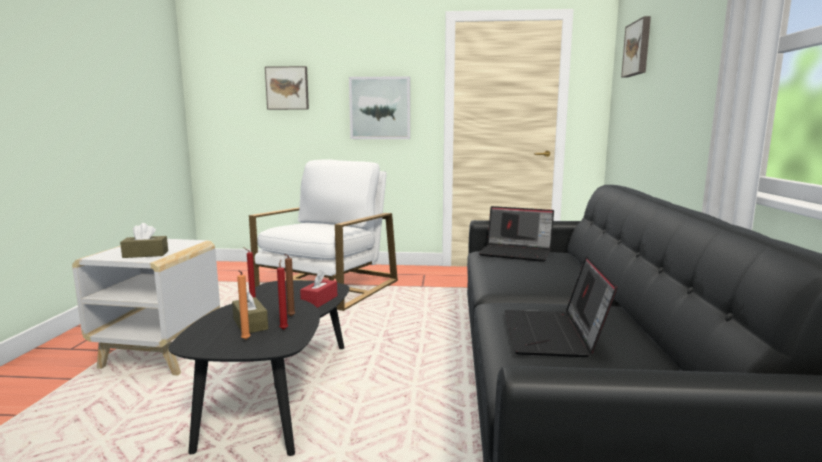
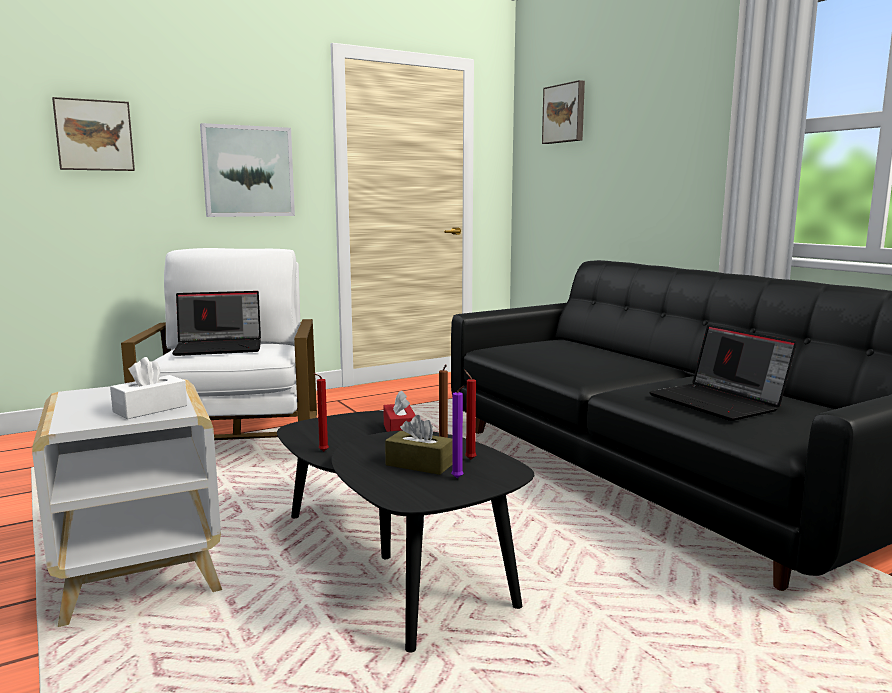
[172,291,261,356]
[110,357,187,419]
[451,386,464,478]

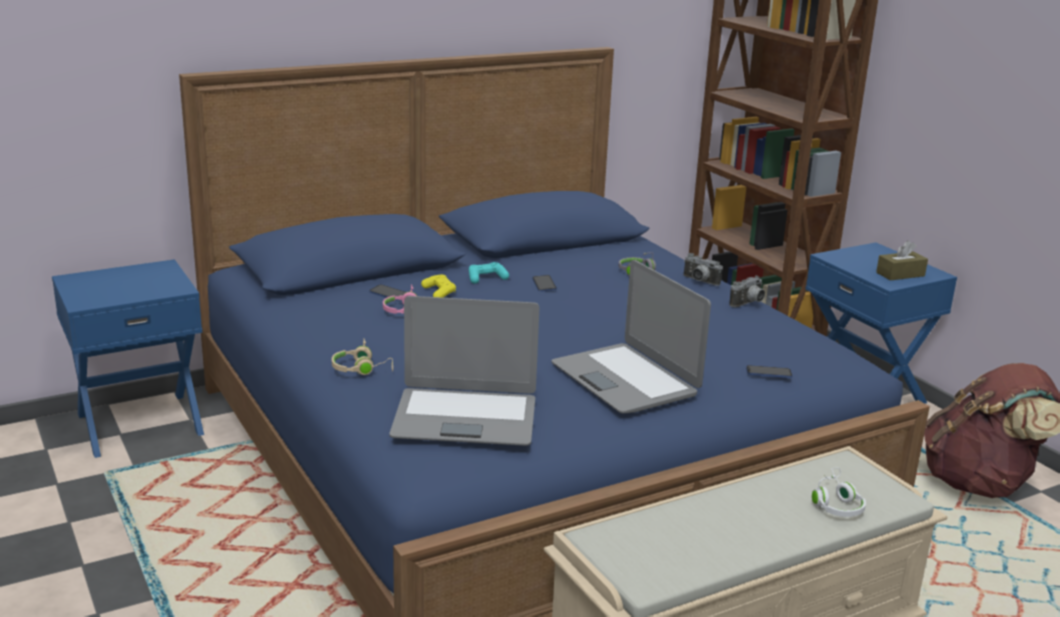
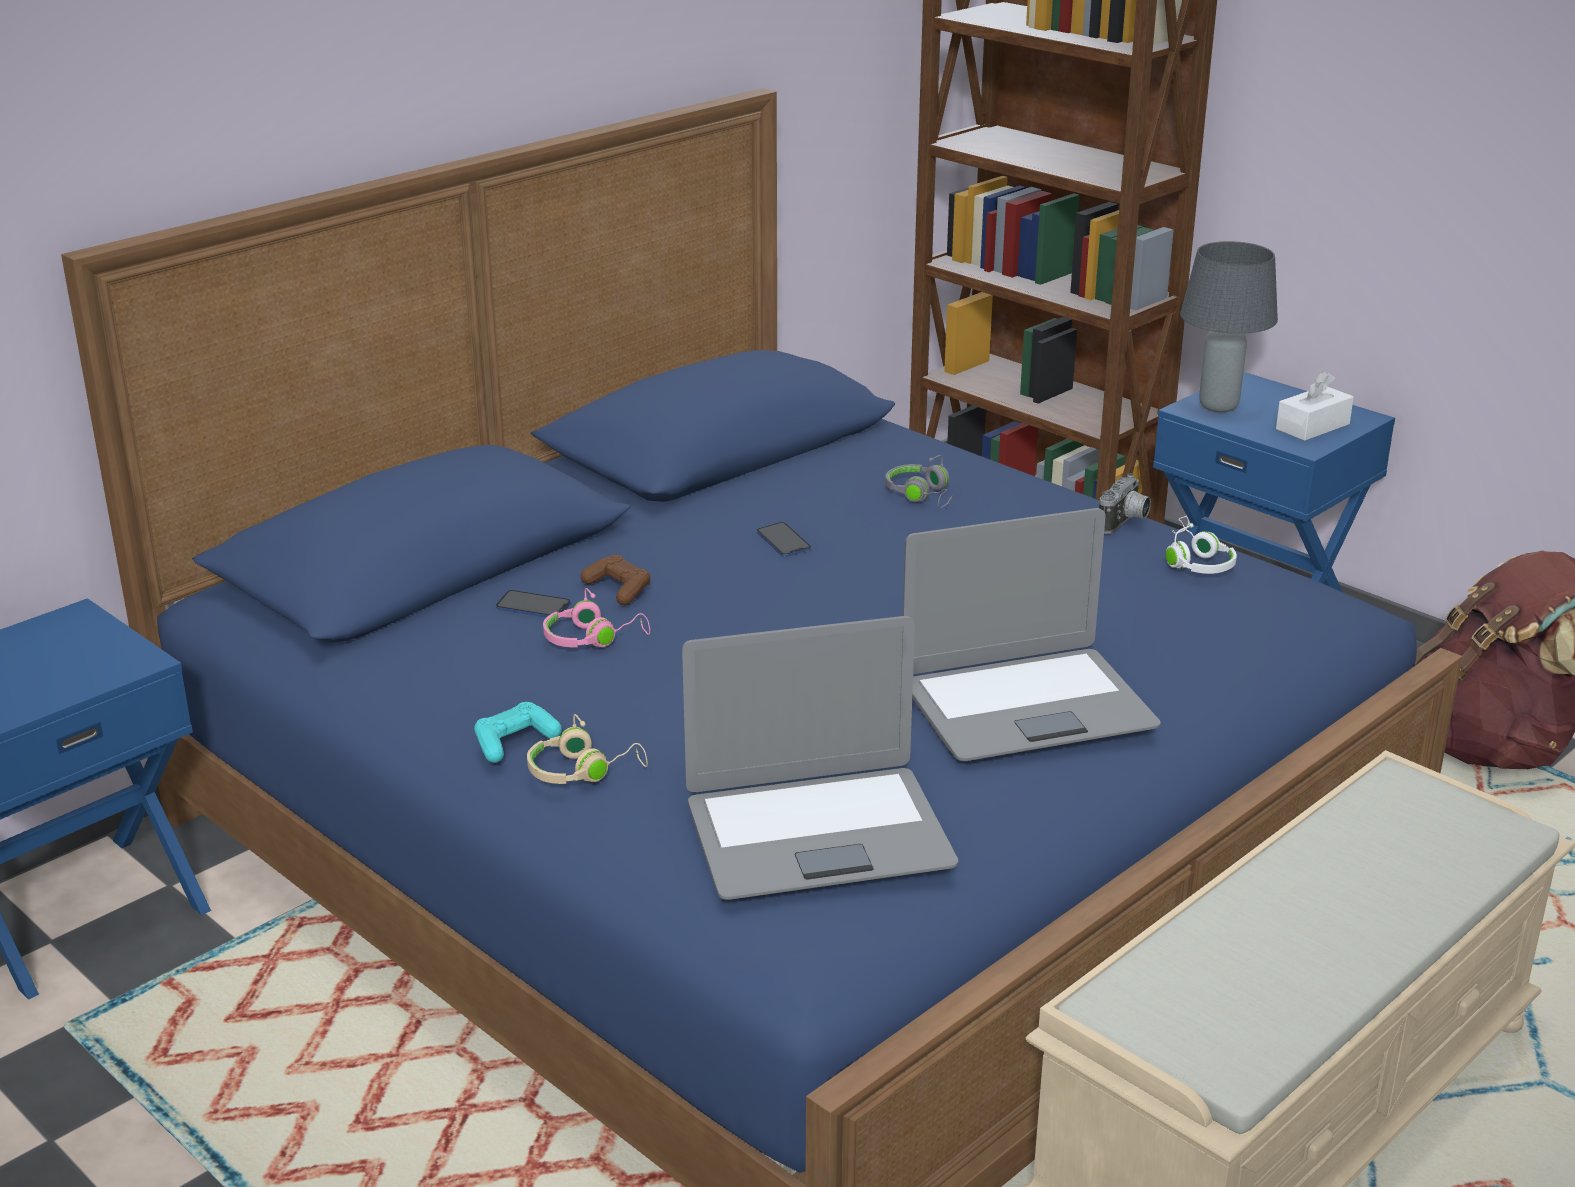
[684,253,723,286] (first image)
[746,365,792,378] (first image)
[1180,241,1278,412]
[474,702,562,763]
[1166,516,1237,574]
[581,555,650,605]
[1276,372,1354,441]
[903,508,1161,761]

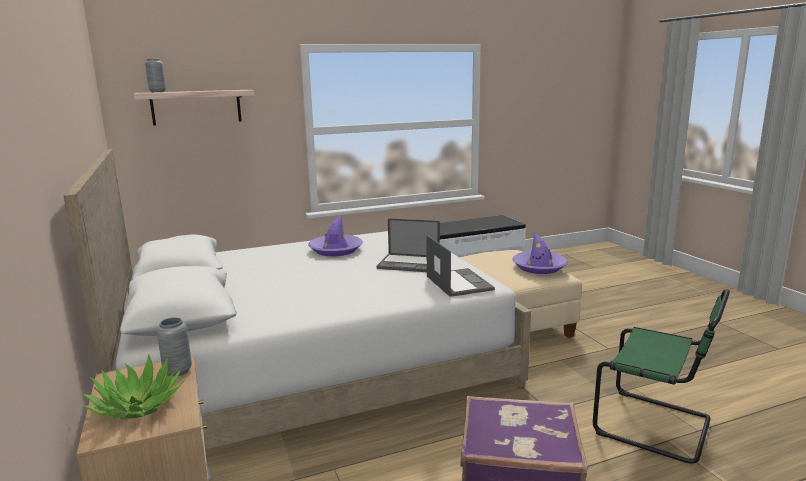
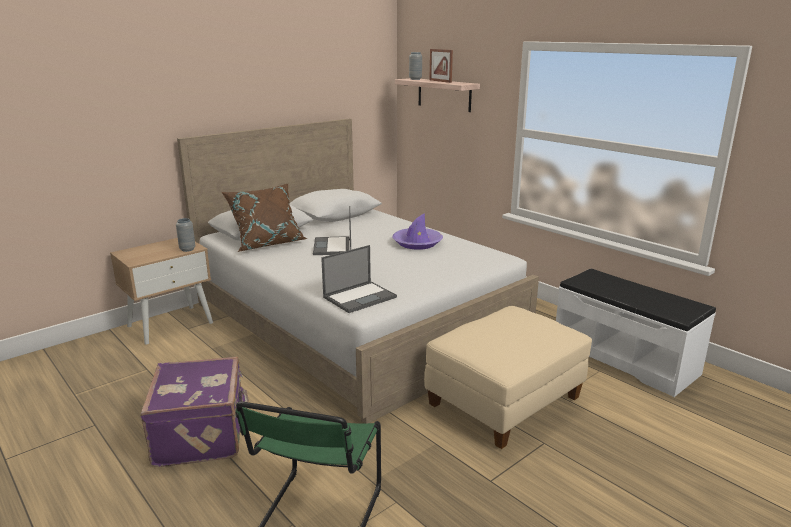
[82,354,185,419] (first image)
[512,232,568,274] (first image)
[222,184,308,252]
[429,49,453,83]
[313,206,351,255]

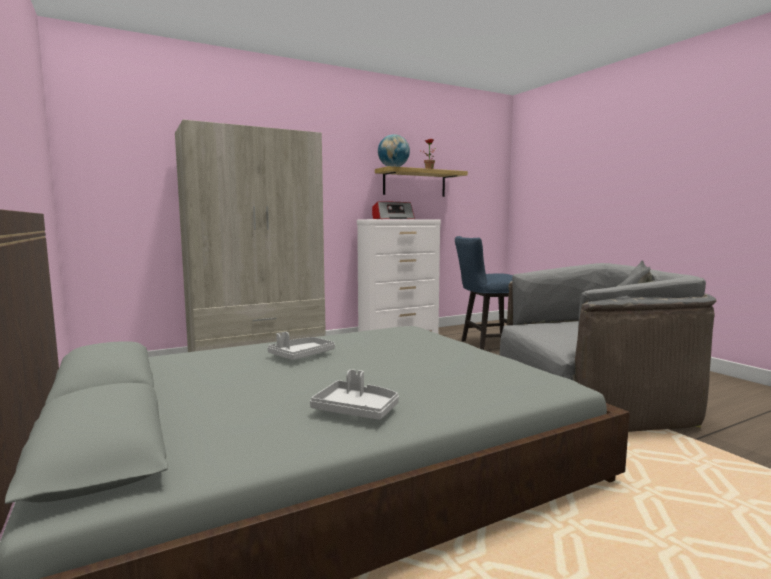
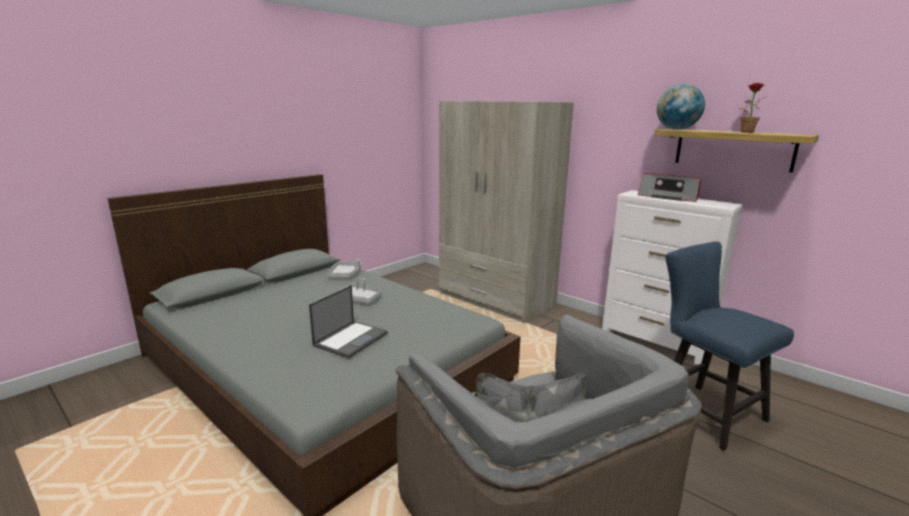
[309,285,388,359]
[327,259,362,278]

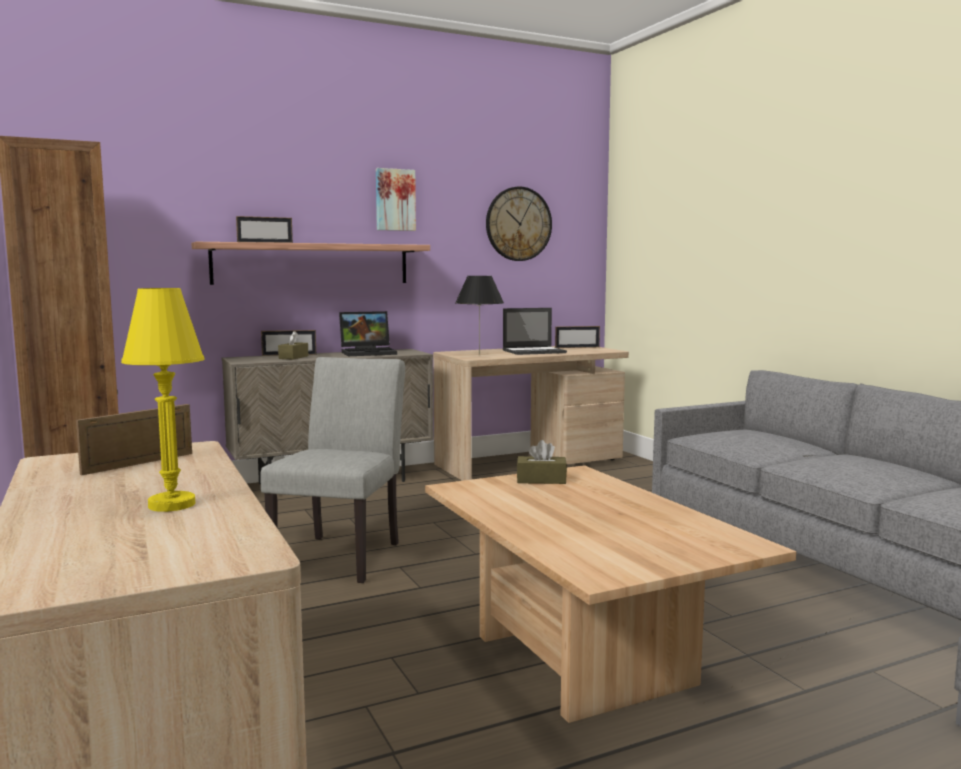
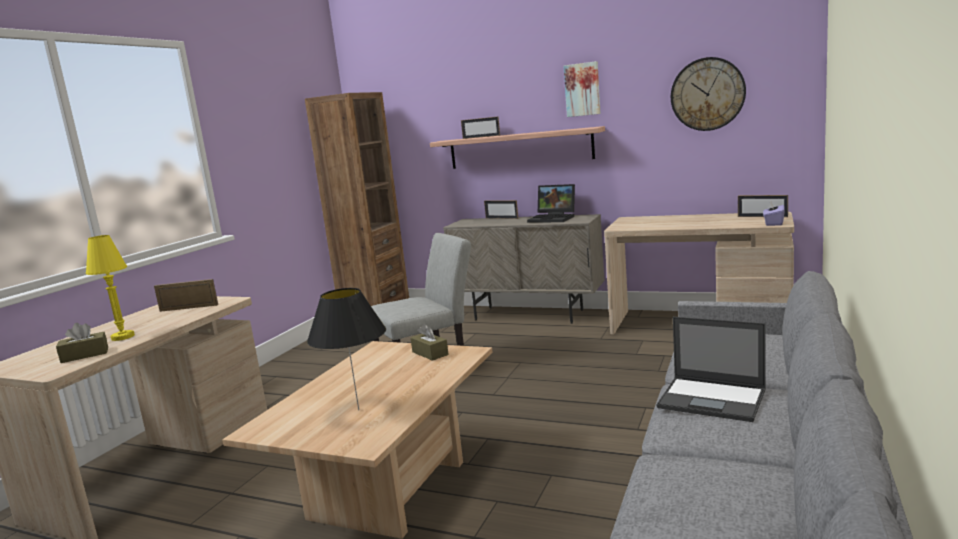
[763,201,785,226]
[56,323,108,363]
[307,288,386,410]
[656,317,766,422]

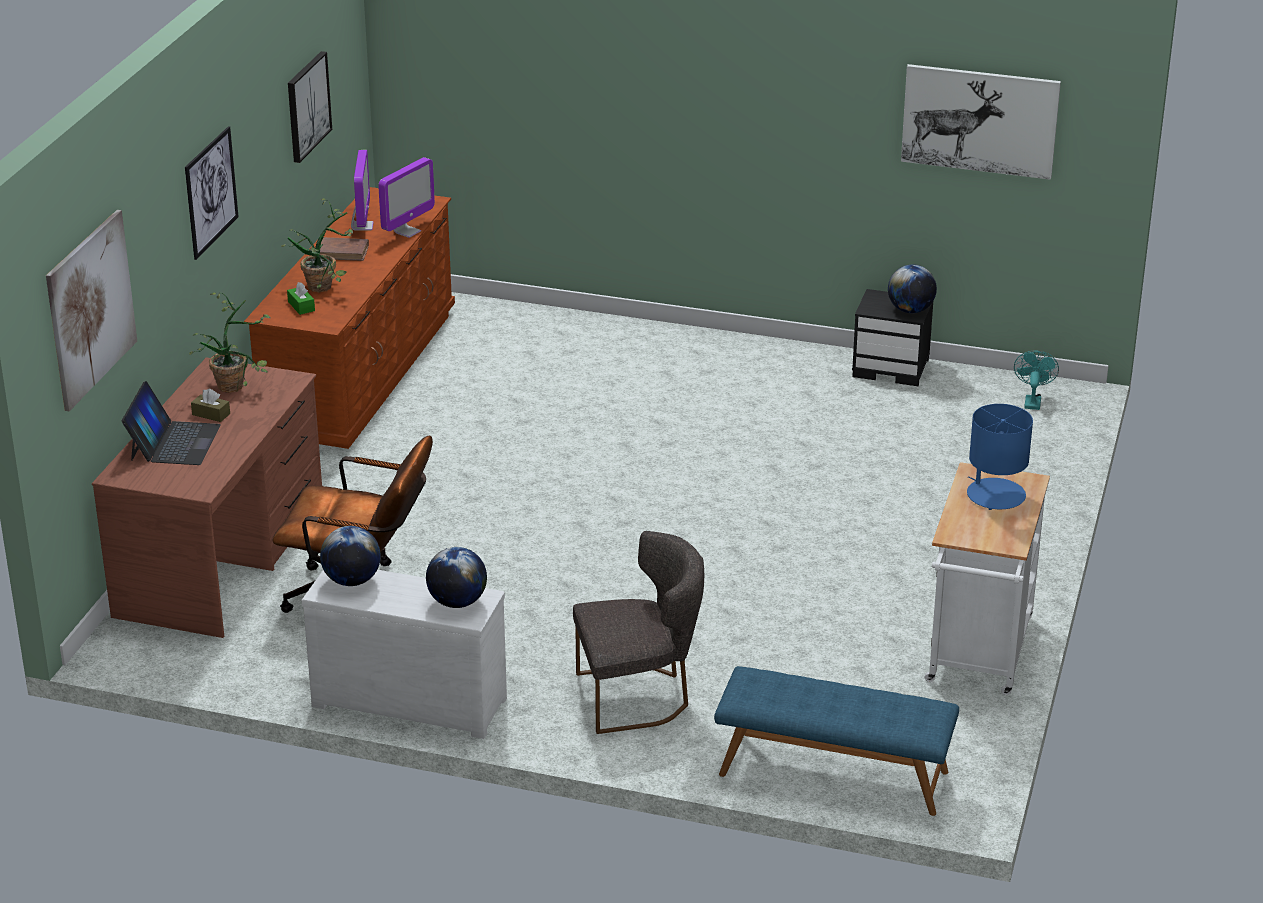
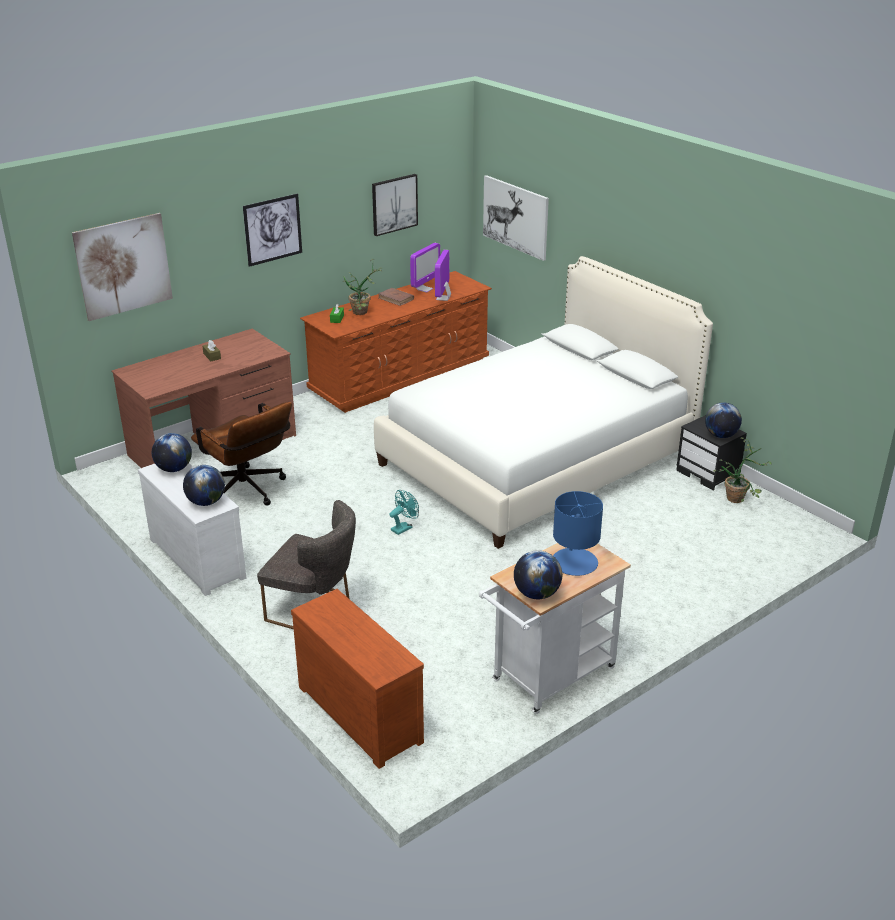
[122,381,221,465] (first image)
[374,256,713,549]
[514,550,562,599]
[713,437,772,503]
[483,175,549,261]
[389,490,419,535]
[291,589,424,769]
[435,250,451,301]

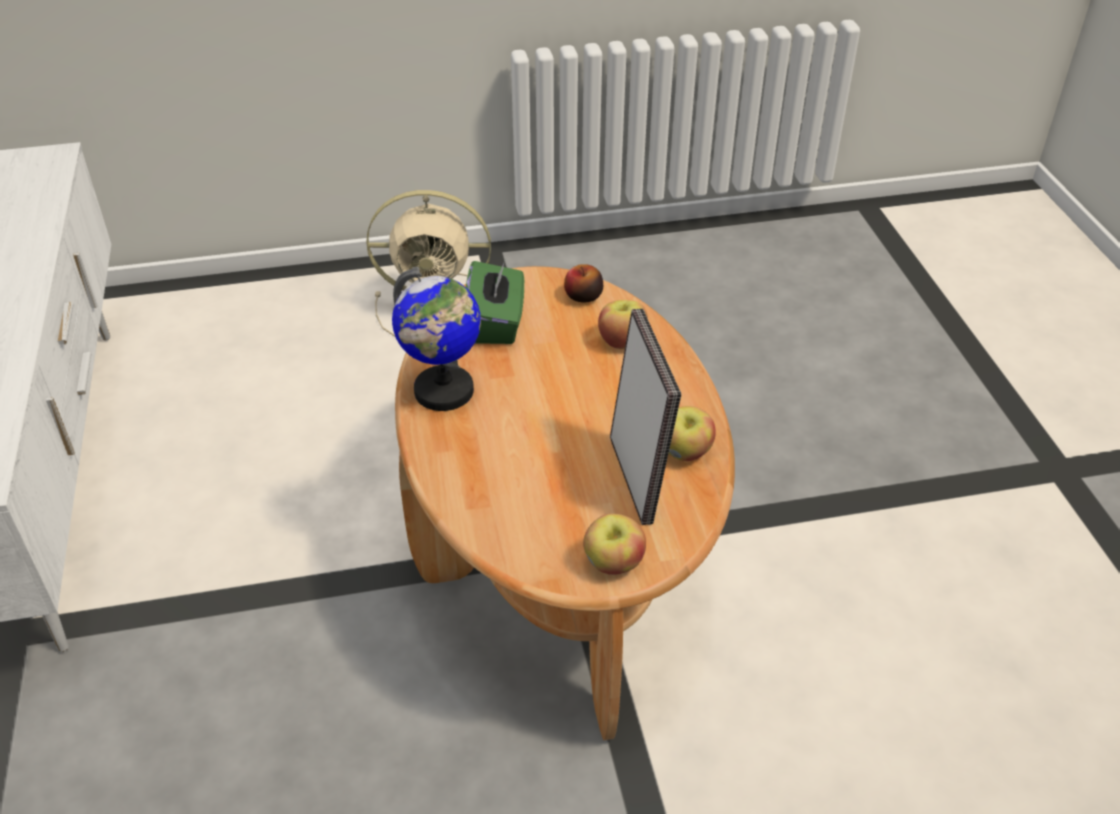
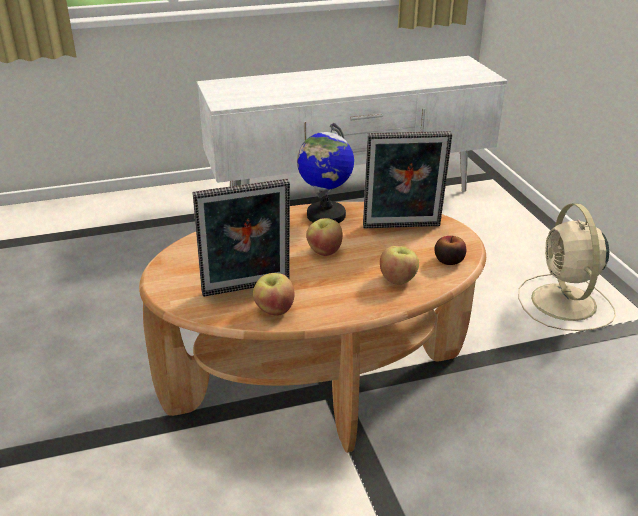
[306,218,343,256]
[363,131,452,228]

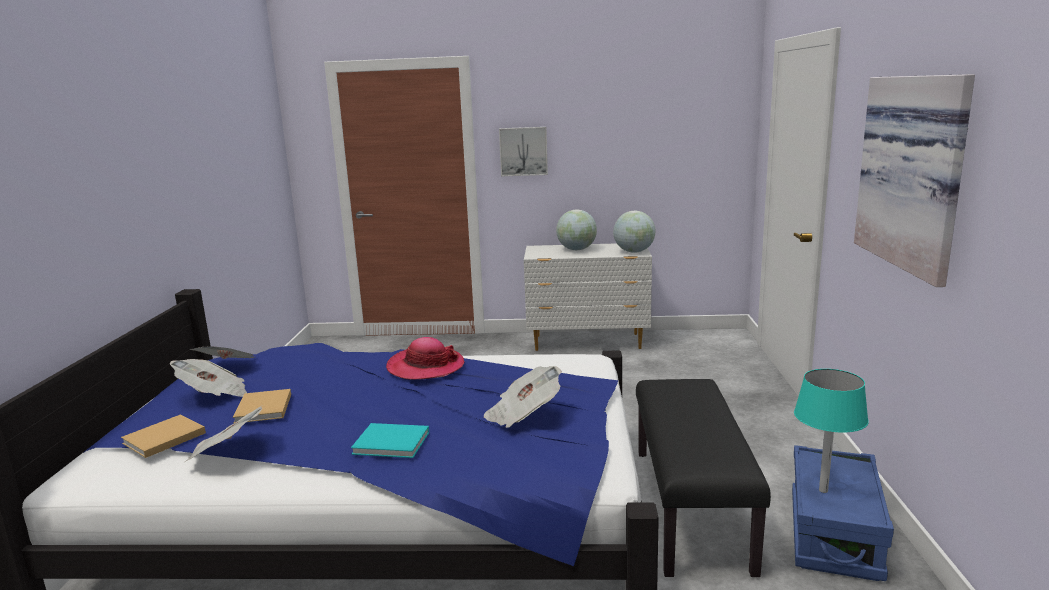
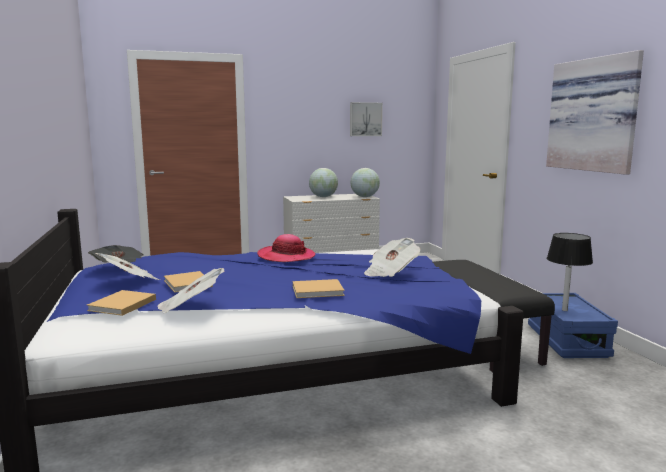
[350,102,383,136]
[293,279,345,298]
[547,233,593,311]

